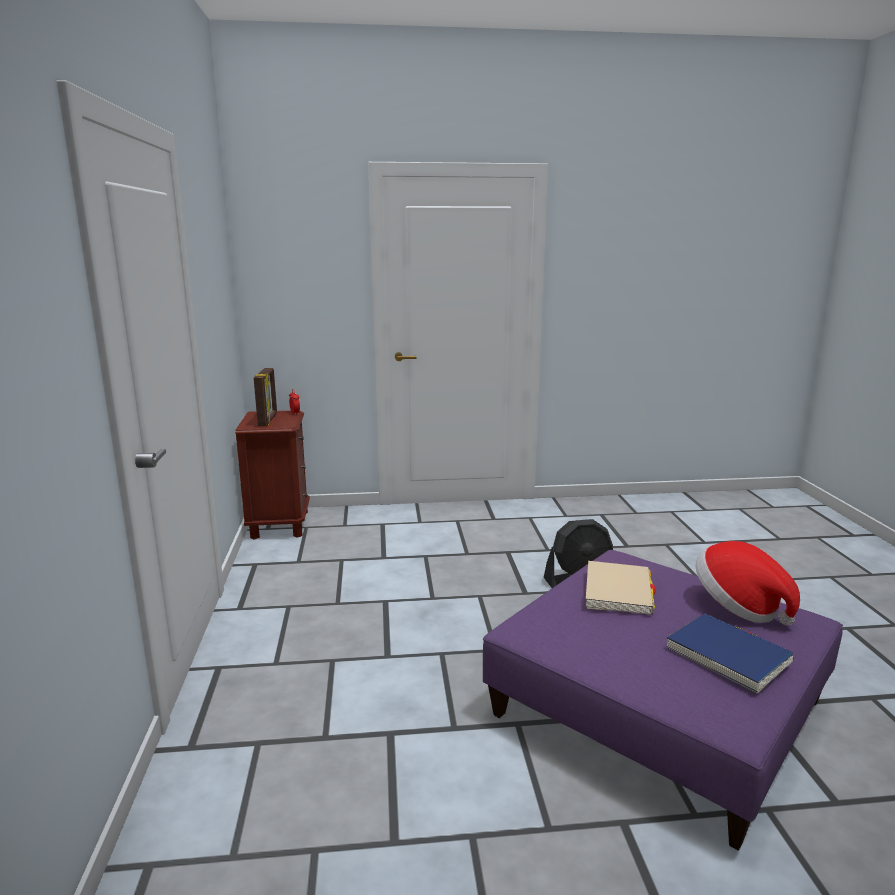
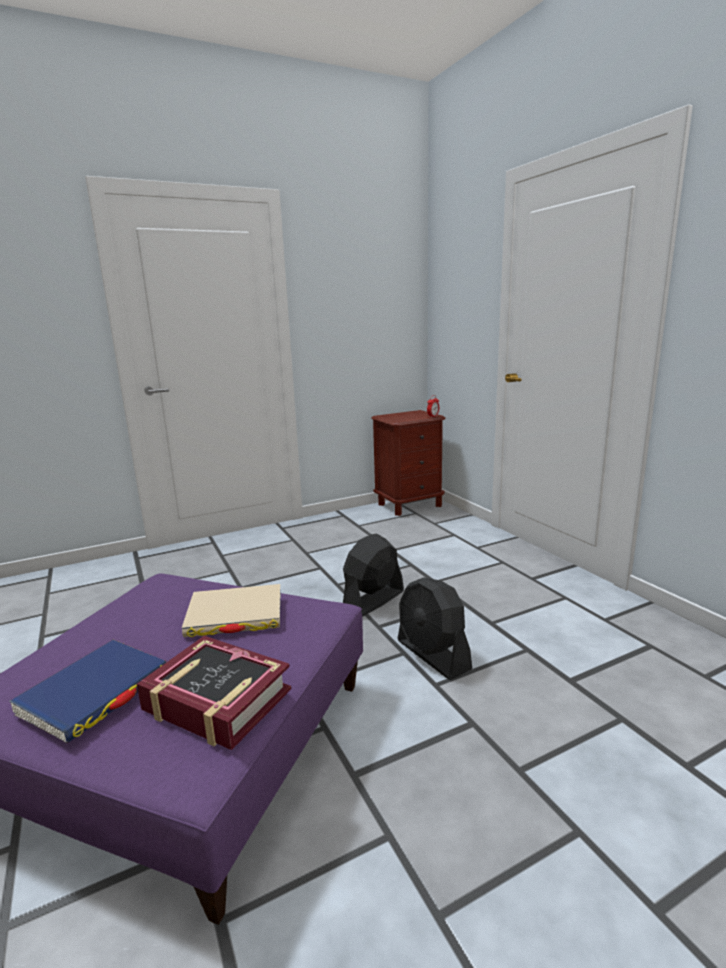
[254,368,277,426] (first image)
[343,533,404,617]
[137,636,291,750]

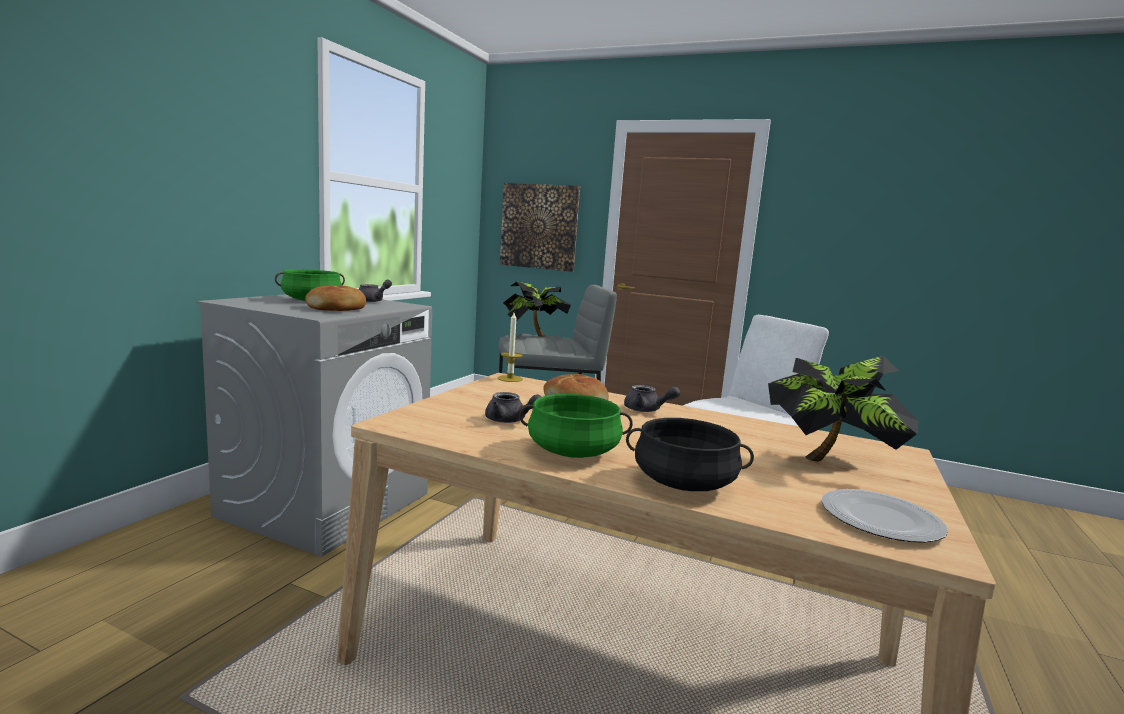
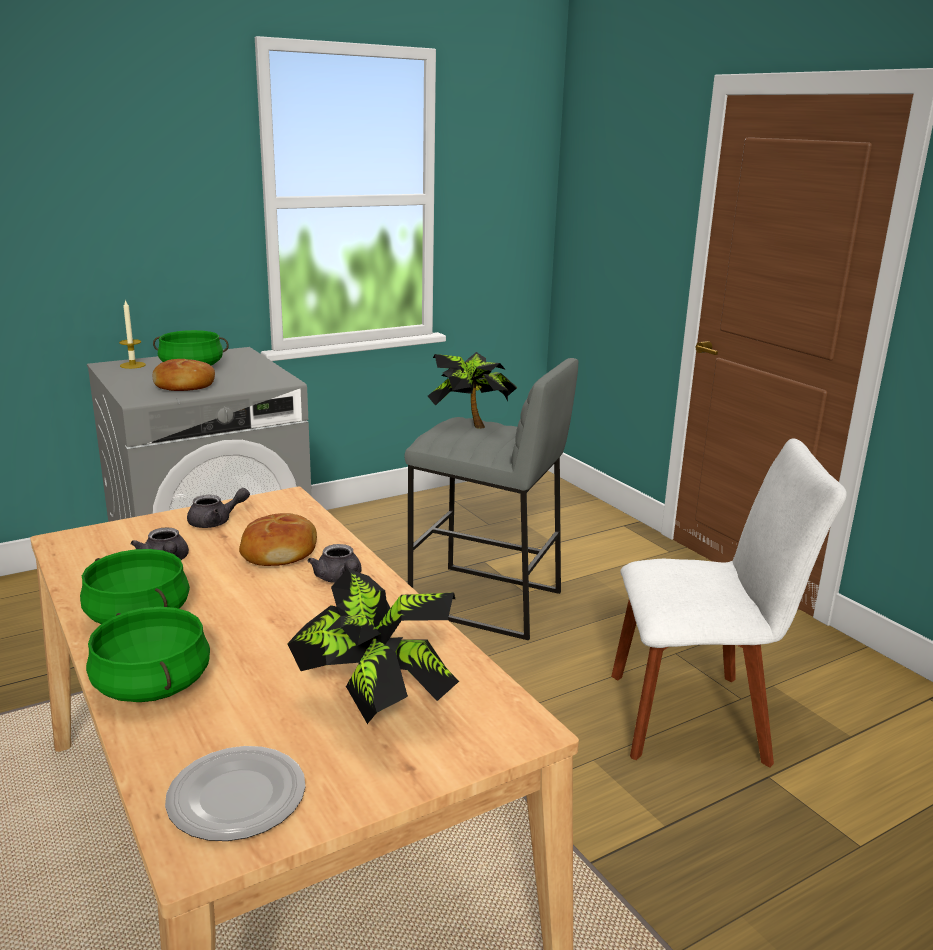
[500,183,580,272] (first image)
[187,488,250,528]
[119,299,146,369]
[86,607,210,702]

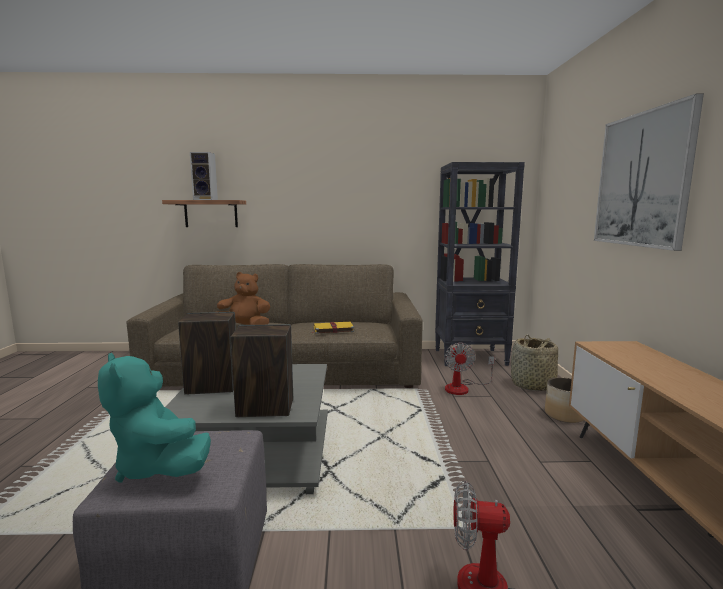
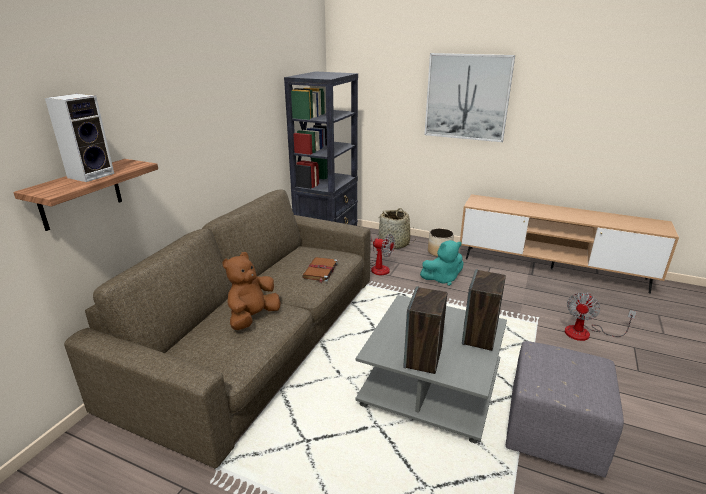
[420,240,464,286]
[302,257,338,283]

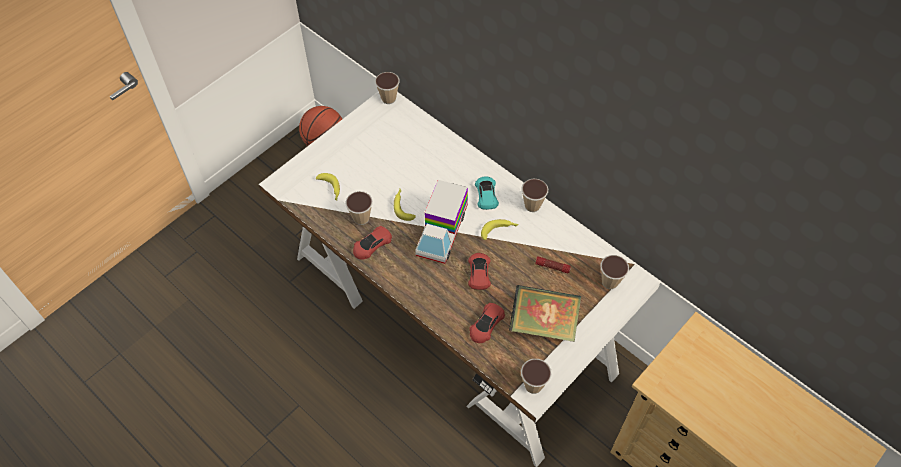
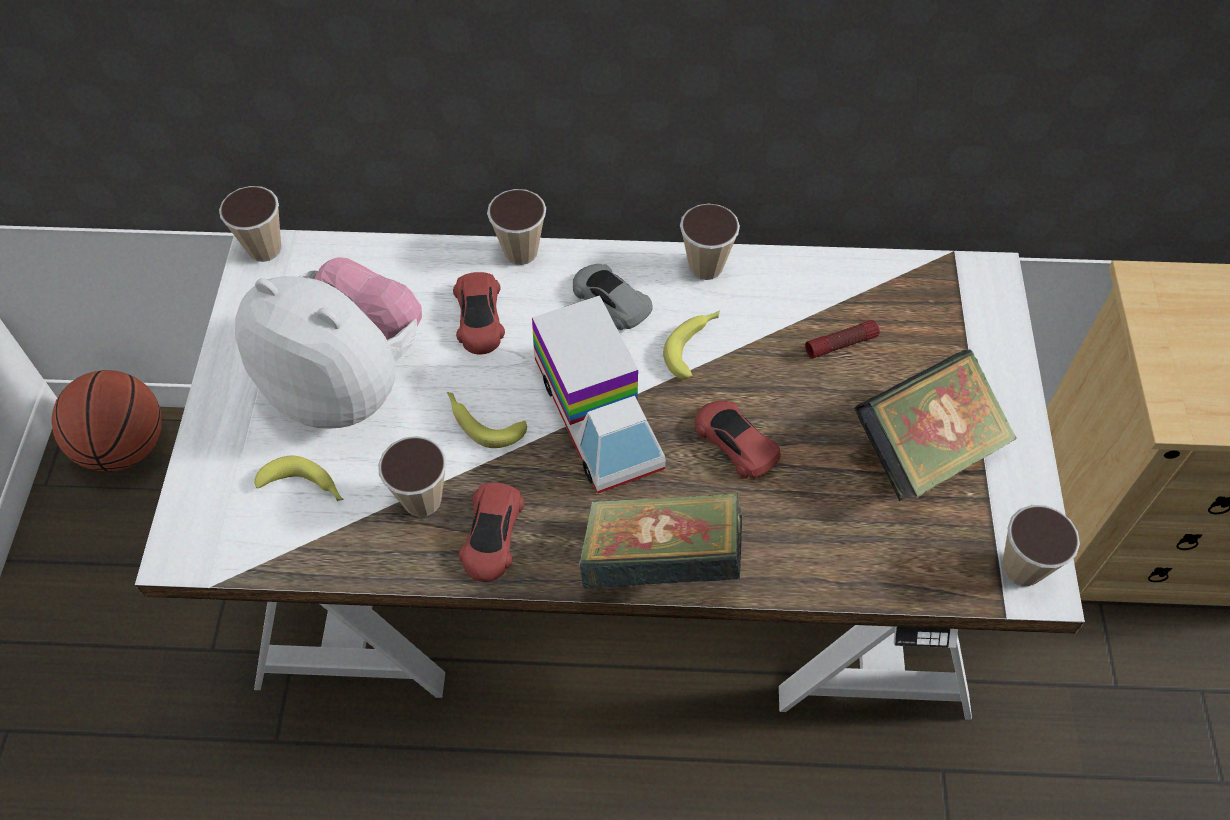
[235,257,422,429]
[579,493,742,589]
[453,272,505,355]
[487,189,546,265]
[573,264,653,330]

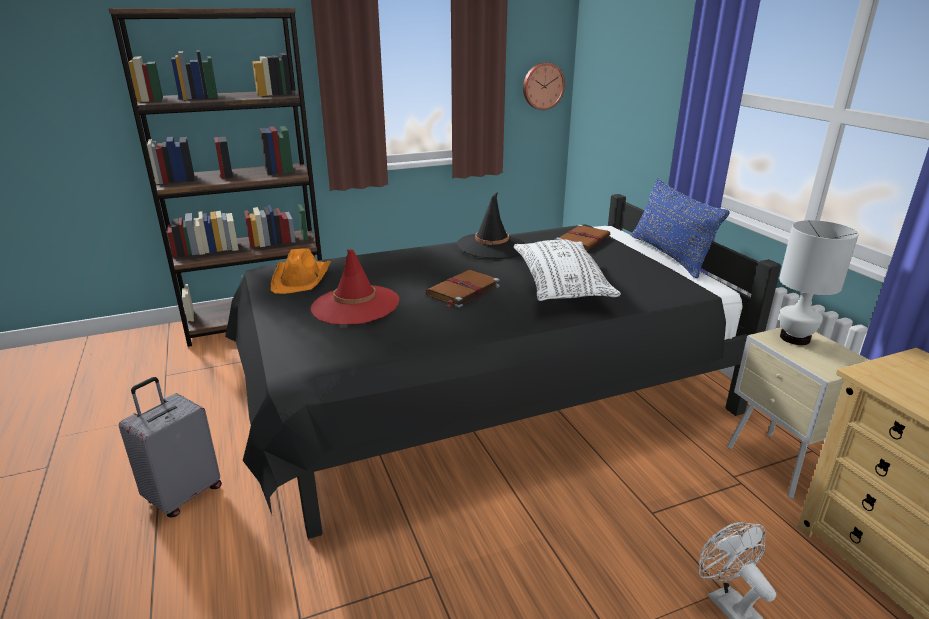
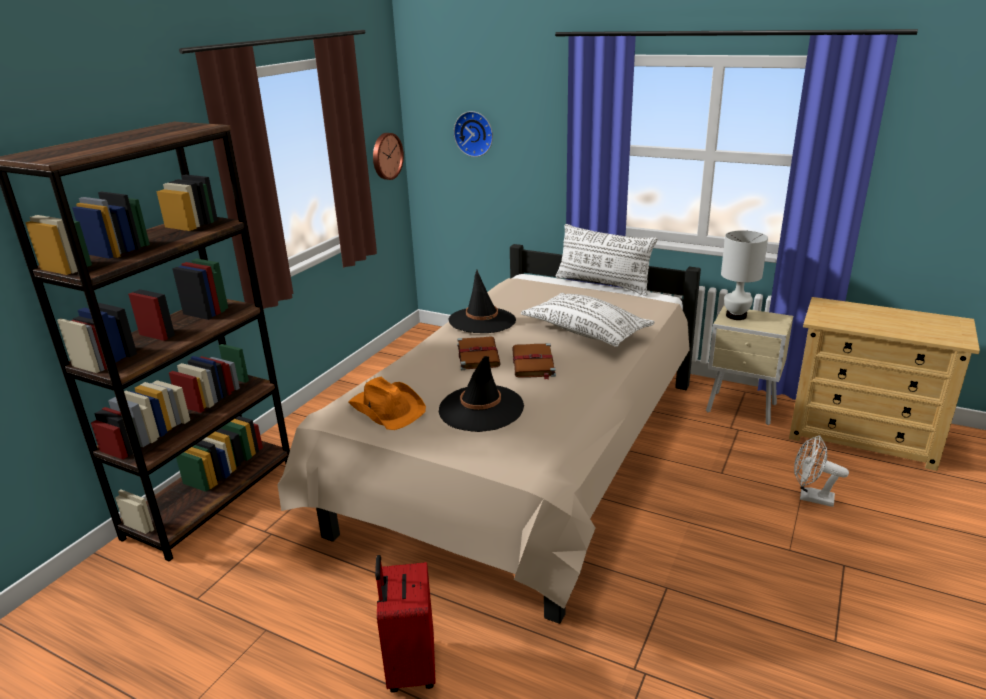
[454,111,493,157]
[457,336,501,370]
[375,555,436,693]
[278,244,701,624]
[439,356,524,432]
[556,224,658,296]

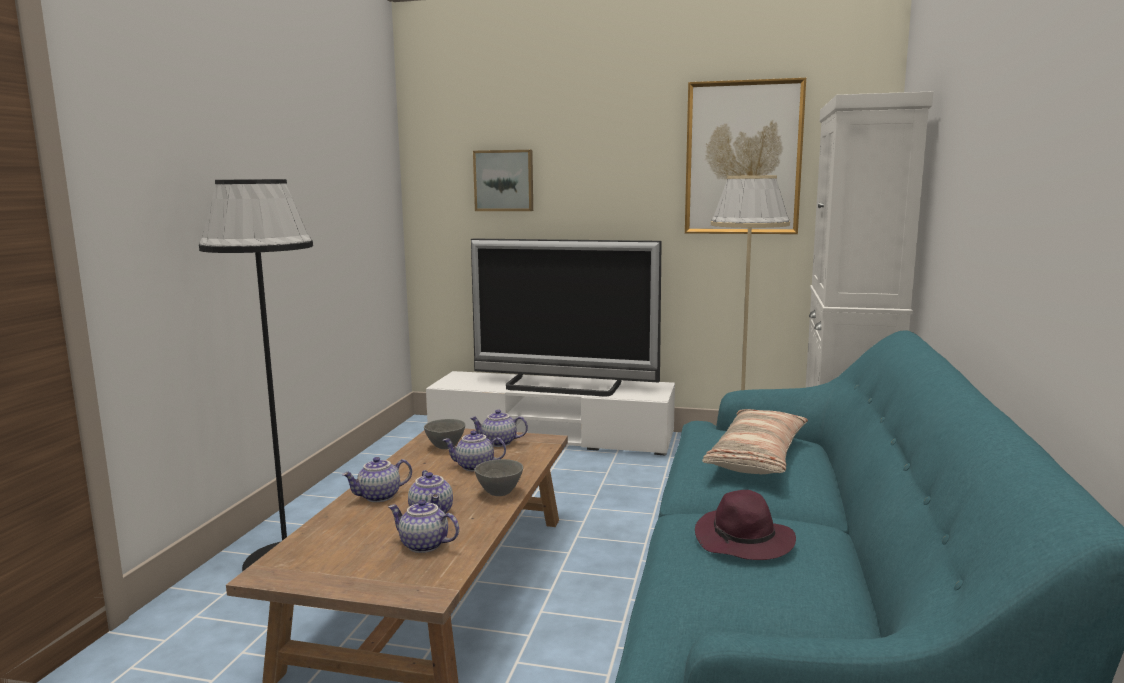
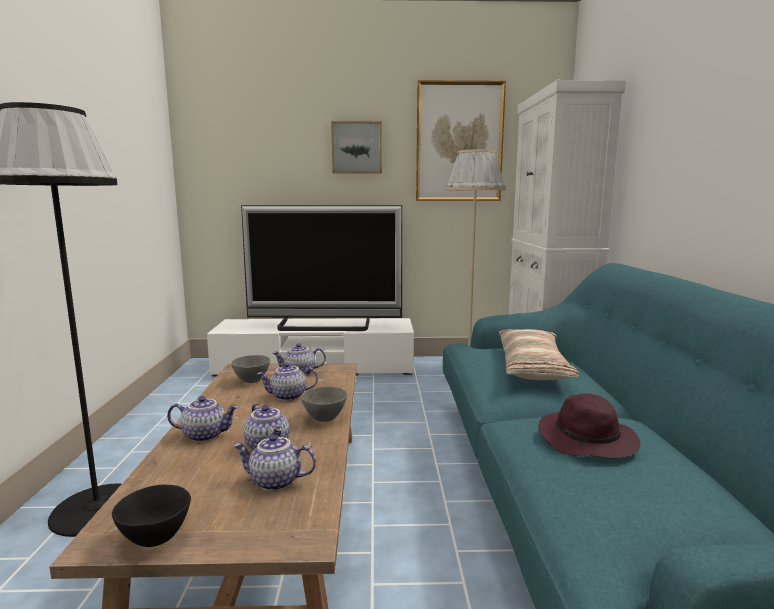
[112,485,191,547]
[331,121,382,174]
[167,396,238,442]

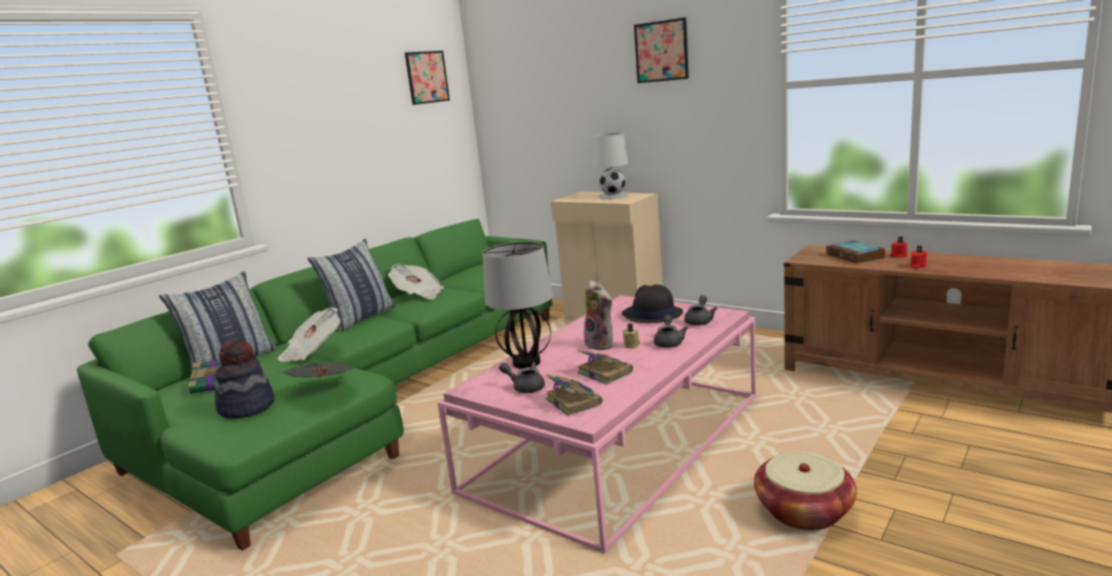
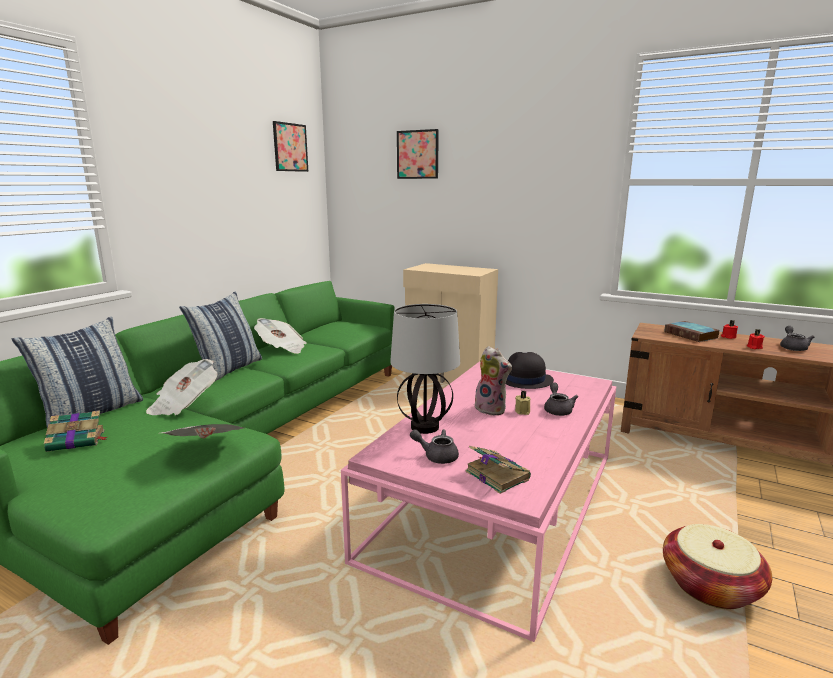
[215,339,274,419] (first image)
[577,350,633,385] (first image)
[593,133,629,199] (first image)
[397,129,439,179]
[780,326,814,351]

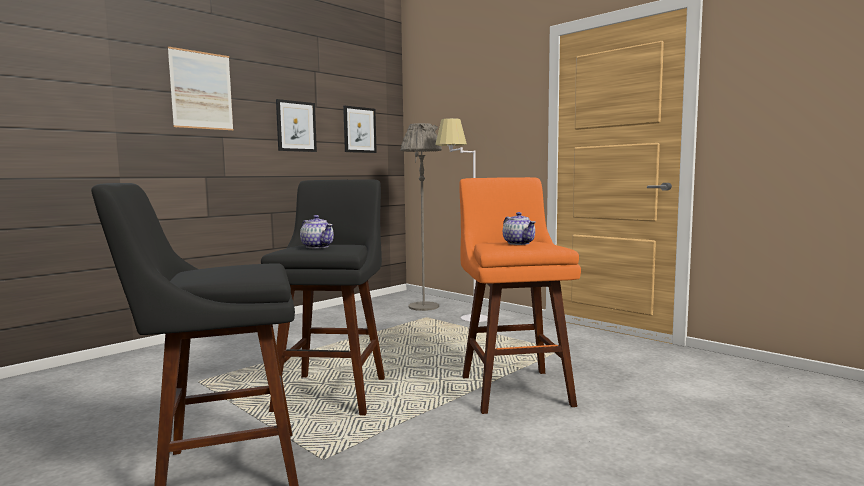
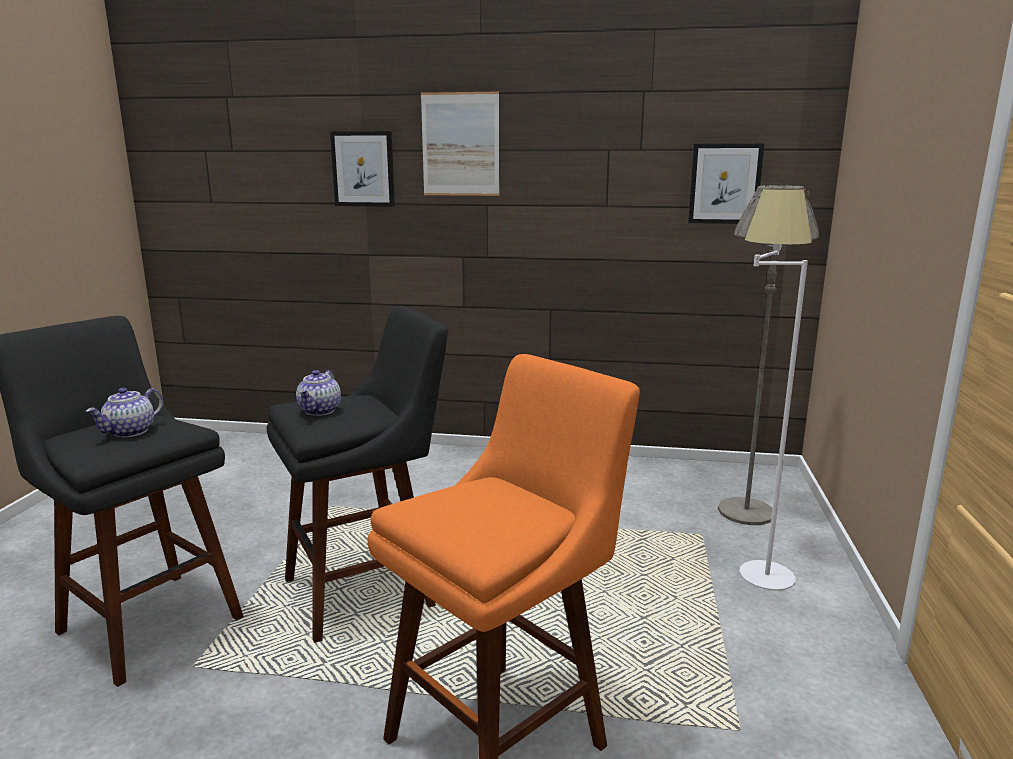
[330,131,395,207]
[86,388,163,437]

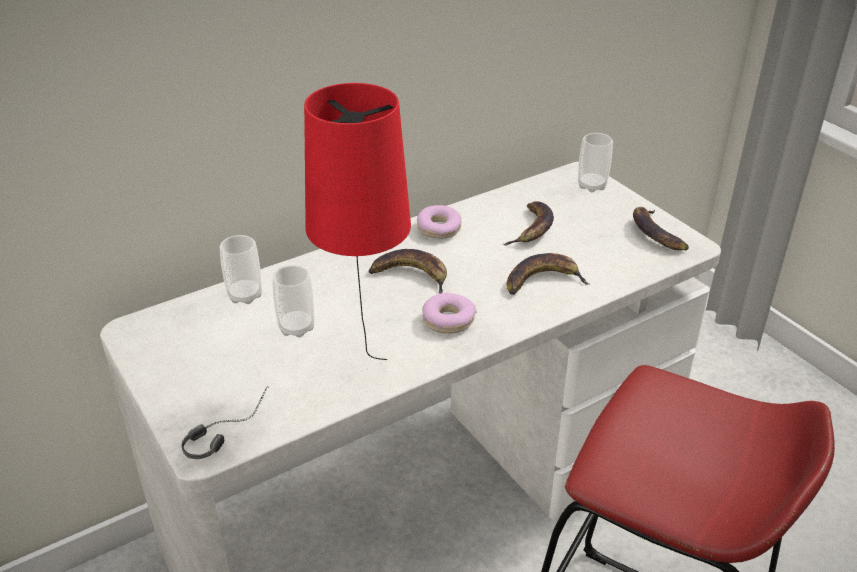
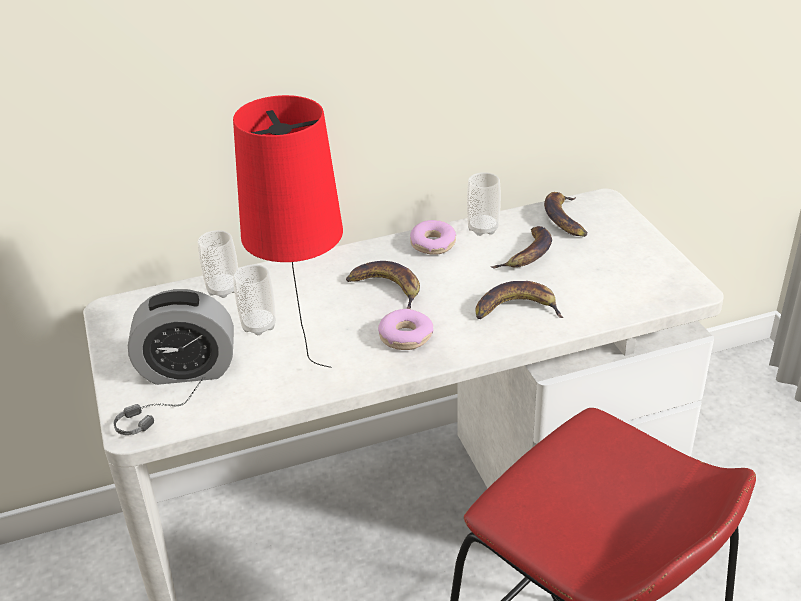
[128,289,234,385]
[467,172,501,236]
[544,192,587,237]

